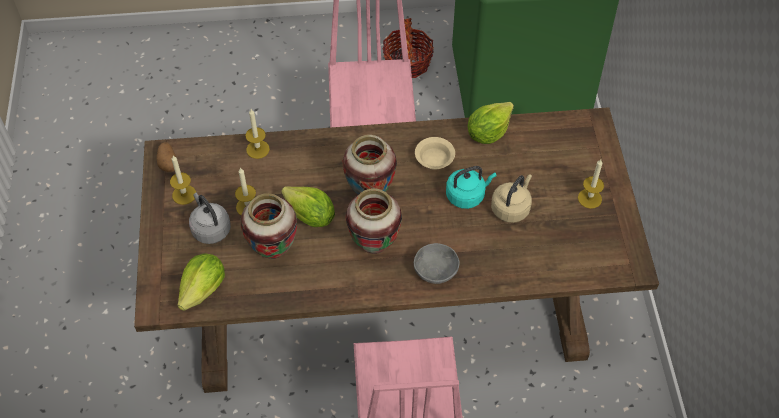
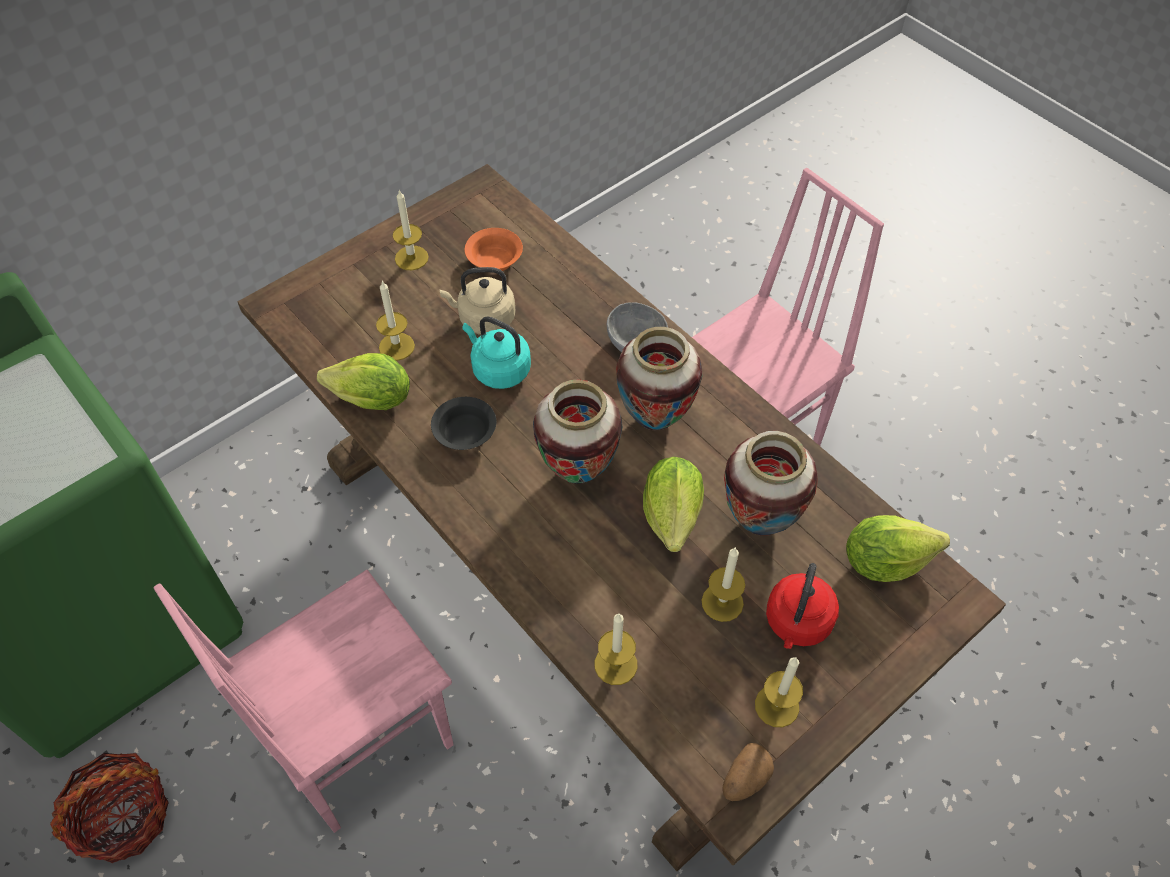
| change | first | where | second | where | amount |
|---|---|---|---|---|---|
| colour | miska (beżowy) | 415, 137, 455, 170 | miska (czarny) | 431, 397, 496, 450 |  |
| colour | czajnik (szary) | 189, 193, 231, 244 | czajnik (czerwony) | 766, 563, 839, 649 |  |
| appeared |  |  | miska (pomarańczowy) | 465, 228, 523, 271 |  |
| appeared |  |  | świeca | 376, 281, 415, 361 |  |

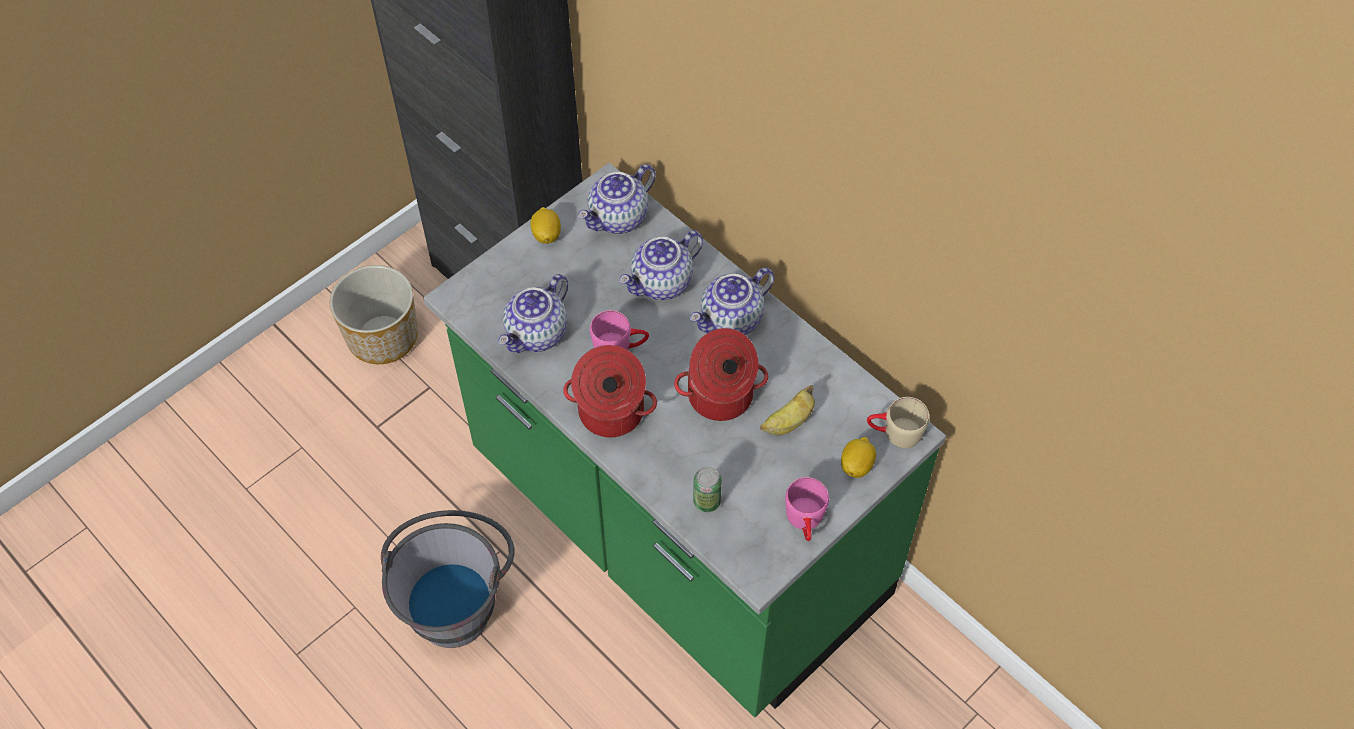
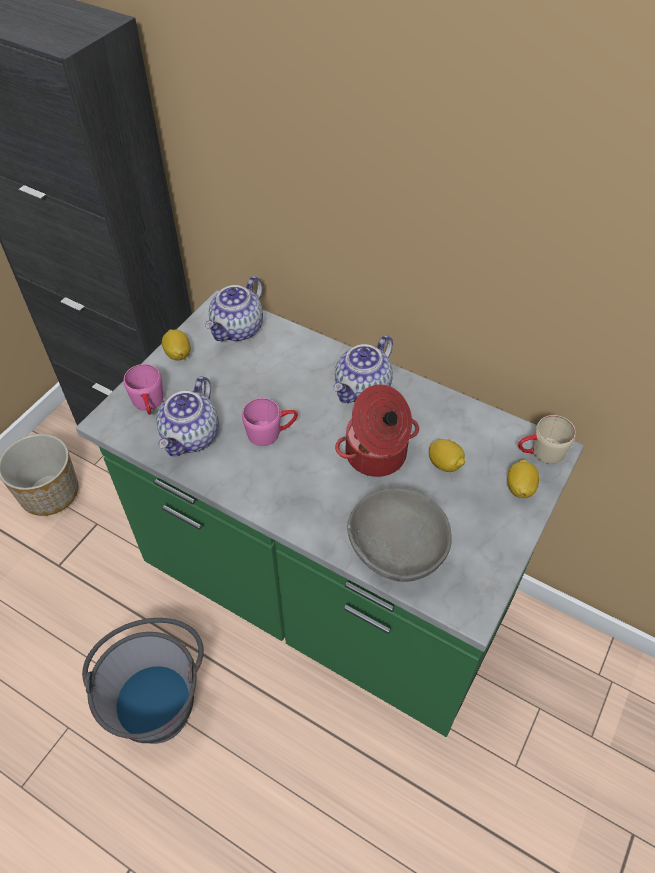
| change | first | where | second | where | amount |
|---|---|---|---|---|---|
| missing | imbryk | 619, 230, 703, 300 |  |  |  |
| missing | garnek | 563, 345, 657, 438 |  |  |  |
| exchanged | banan | 760, 385, 815, 435 | cytryna | 429, 439, 465, 472 |  |
| exchanged | puszka | 693, 467, 722, 512 | miska (szary) | 347, 488, 452, 582 |  |
| relocated | kubek (różowy) | 785, 477, 829, 541 |  | 124, 364, 163, 415 |  |

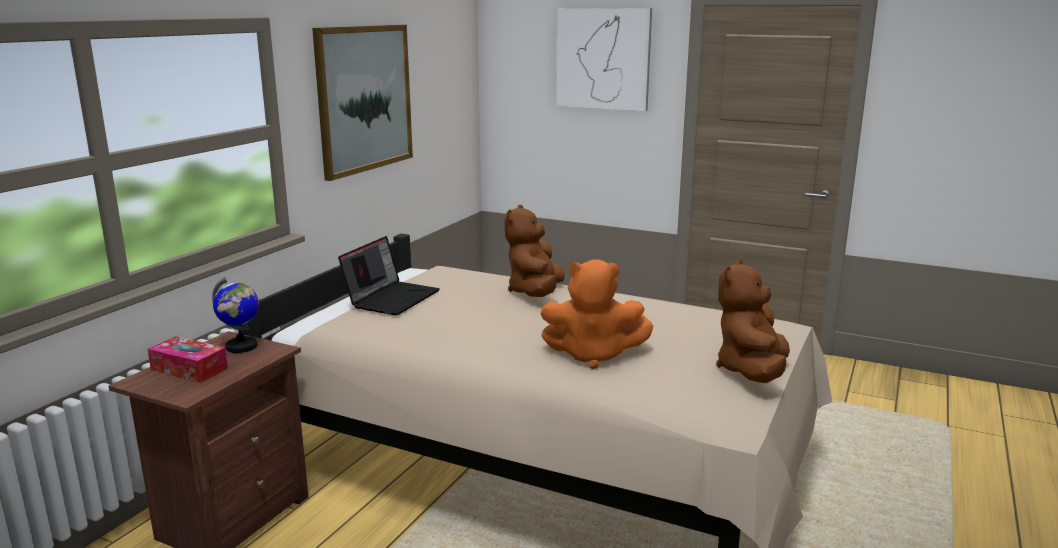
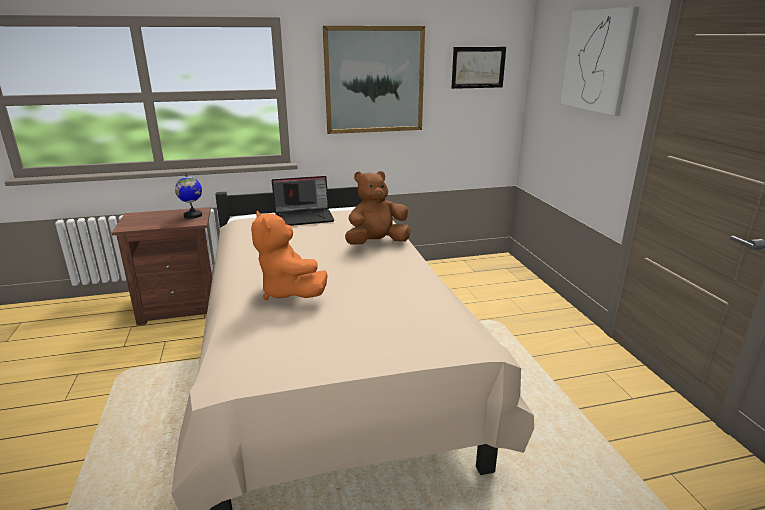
| change | first | where | second | where | amount |
|---|---|---|---|---|---|
| missing | pluszak (brązowy) | 716, 259, 790, 383 |  |  |  |
| missing | pudełko chusteczek | 147, 336, 228, 383 |  |  |  |
| appeared |  |  | obraz | 451, 47, 506, 89 |  |

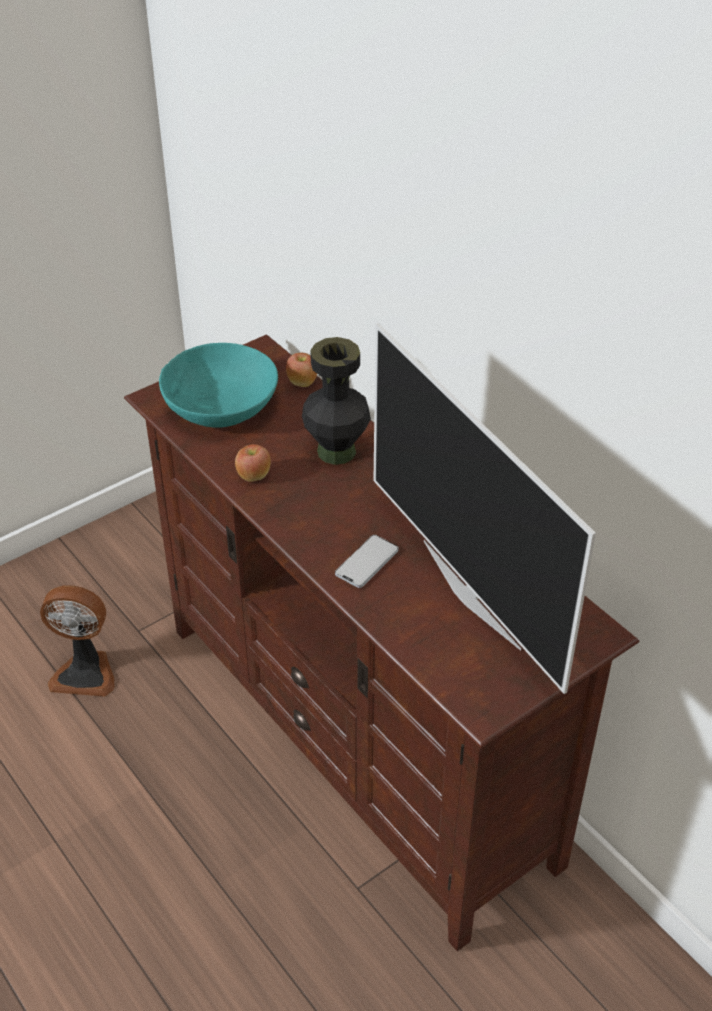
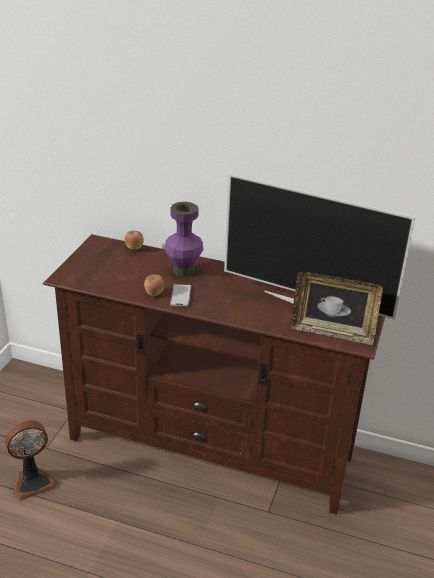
| change | first | where | second | where | amount |
|---|---|---|---|---|---|
| colour | wazon (czarny) | 302, 337, 371, 465 | wazon (fioletowy) | 165, 202, 204, 277 |  |
| missing | miska (turkusowy) | 159, 343, 278, 428 |  |  |  |
| relocated | telefon | 335, 535, 399, 588 |  | 170, 284, 191, 307 |  |
| appeared |  |  | ramka na zdjęcie | 291, 272, 383, 345 |  |

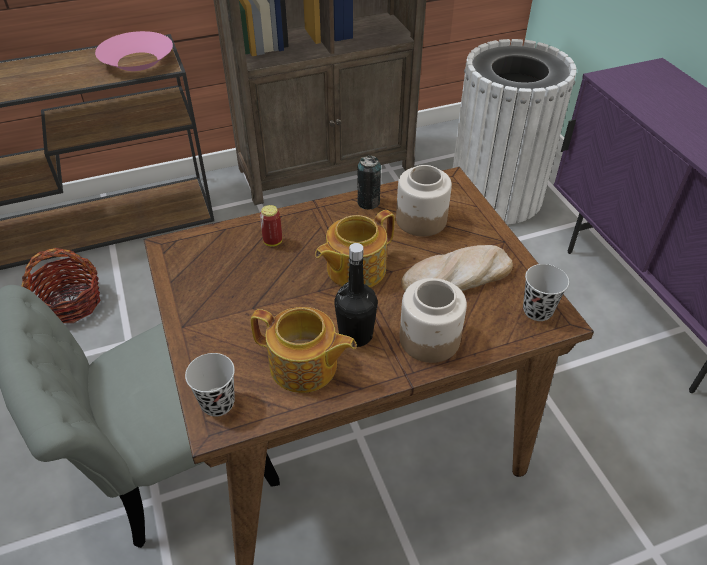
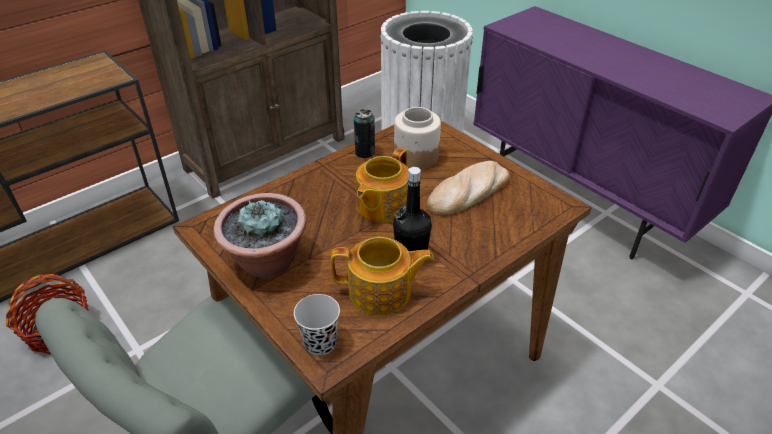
| change | first | where | second | where | amount |
|---|---|---|---|---|---|
| missing | miska (różowy) | 95, 31, 173, 71 |  |  |  |
| missing | puszka | 260, 205, 282, 246 |  |  |  |
| missing | filiżanka (czarny) | 523, 264, 569, 321 |  |  |  |
| missing | słoik | 399, 278, 467, 363 |  |  |  |
| appeared |  |  | roślina doniczkowa | 214, 193, 306, 278 |  |

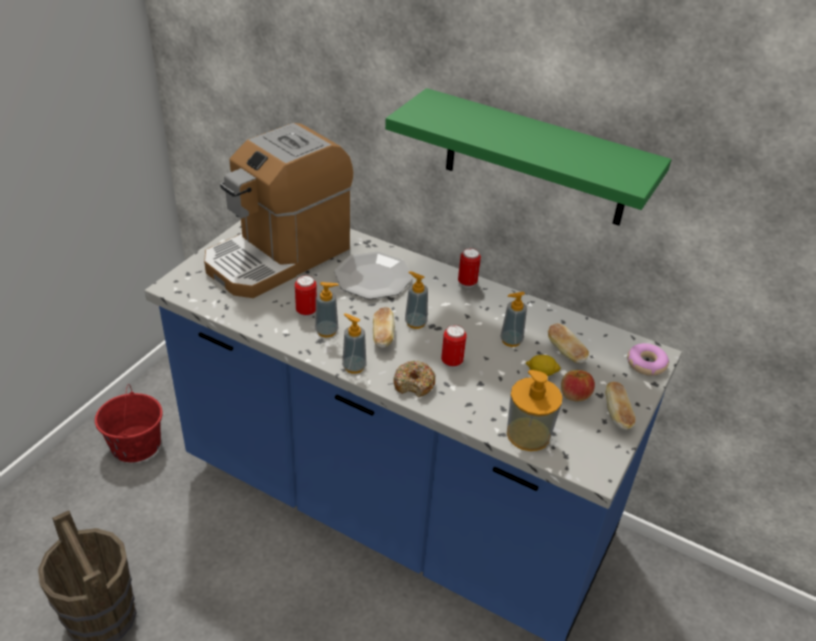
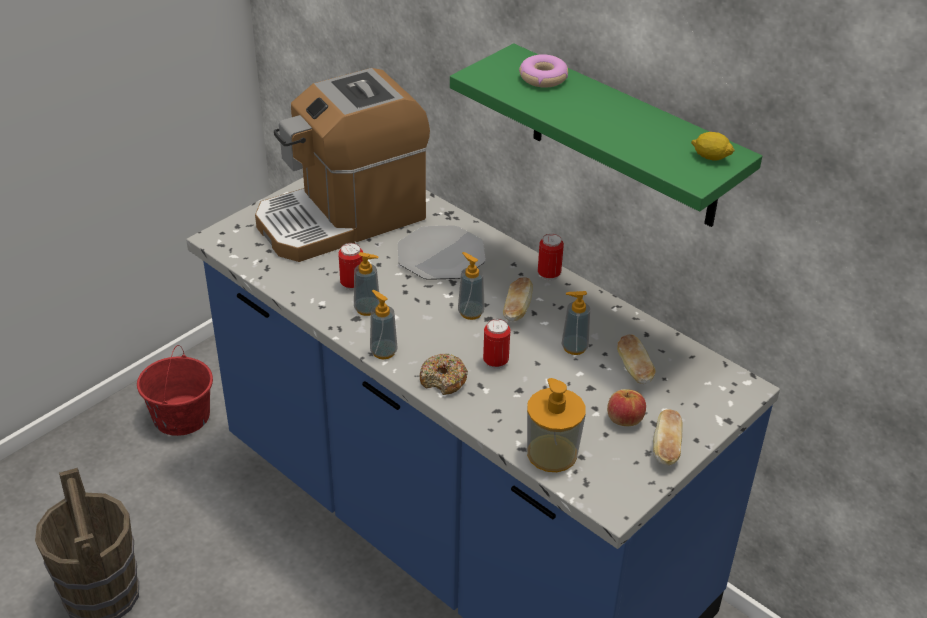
| change | first | where | second | where | amount |
|---|---|---|---|---|---|
| relocated | chleb | 373, 307, 395, 348 |  | 503, 277, 533, 321 |  |
| relocated | donut | 627, 343, 669, 376 |  | 519, 54, 568, 88 |  |
| relocated | cytryna | 526, 355, 561, 376 |  | 691, 132, 735, 161 |  |

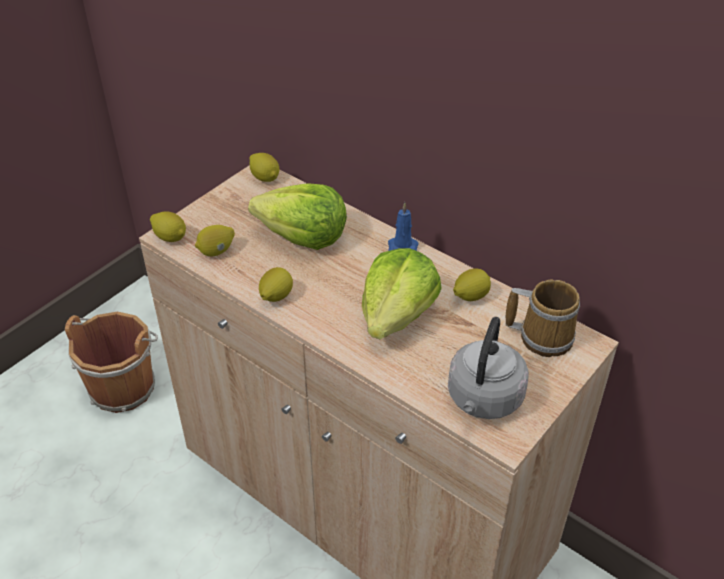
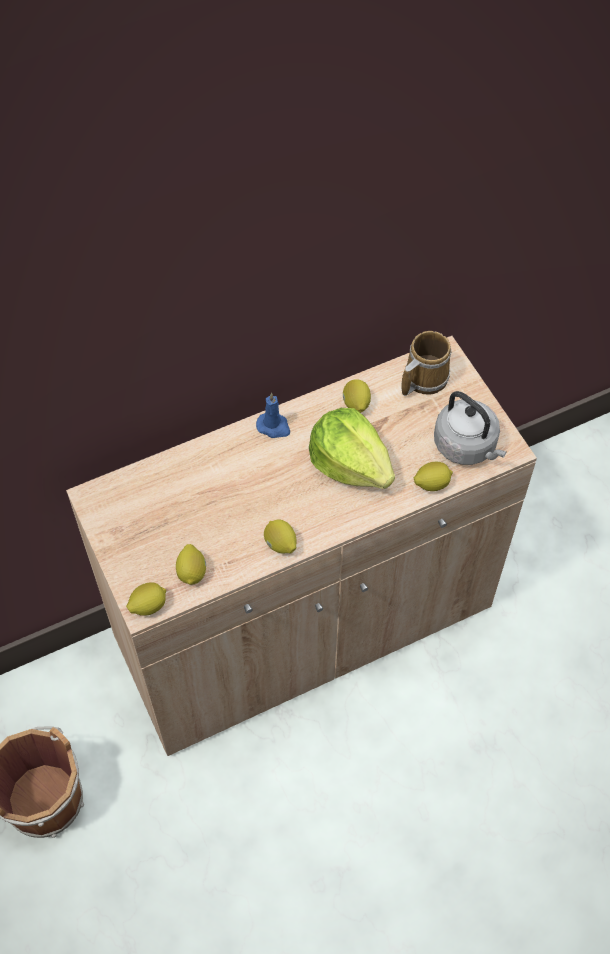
| change | first | where | second | where | amount |
|---|---|---|---|---|---|
| relocated | cytryna | 249, 153, 279, 182 |  | 413, 462, 453, 491 |  |
| missing | sałata | 248, 183, 347, 250 |  |  |  |

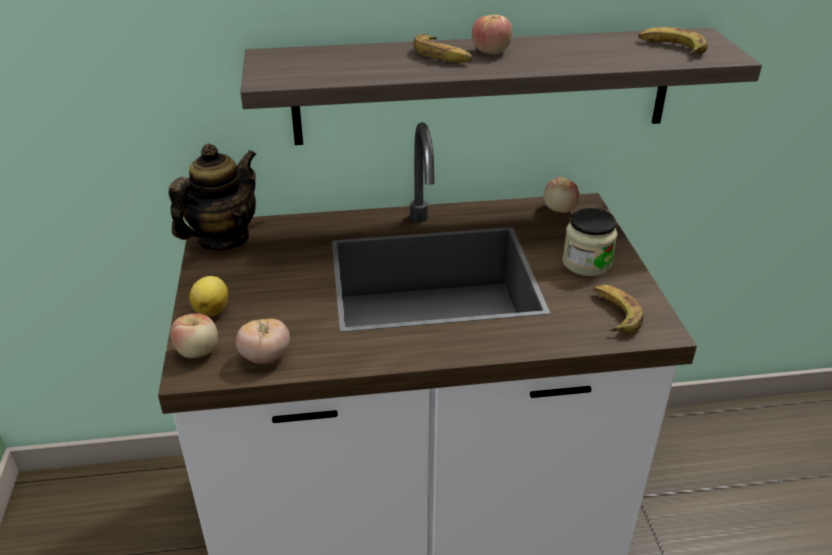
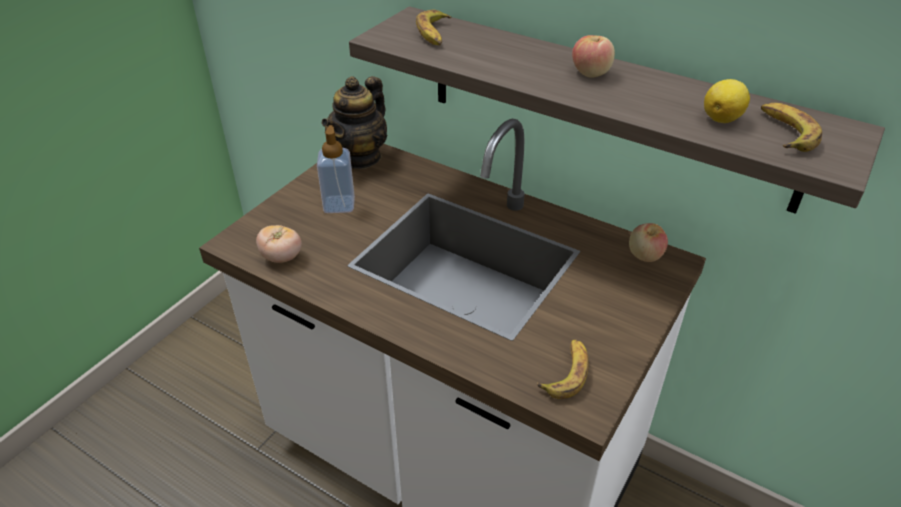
| change | first | where | second | where | amount |
|---|---|---|---|---|---|
| relocated | banan | 413, 34, 472, 63 |  | 416, 10, 452, 45 |  |
| spun | imbryk | 169, 144, 257, 251 |  | 322, 76, 387, 169 | 135 degrees clockwise |
| missing | słoik | 563, 208, 617, 277 |  |  |  |
| relocated | cytryna | 189, 276, 228, 317 |  | 704, 79, 750, 123 |  |
| missing | jabłko | 170, 313, 218, 358 |  |  |  |
| appeared |  |  | dozownik mydła | 317, 125, 355, 213 |  |

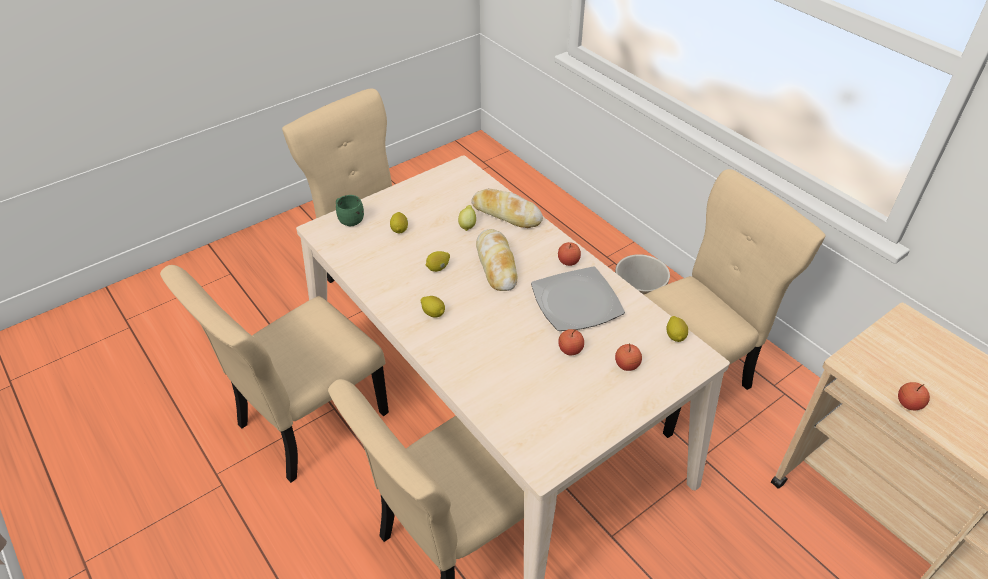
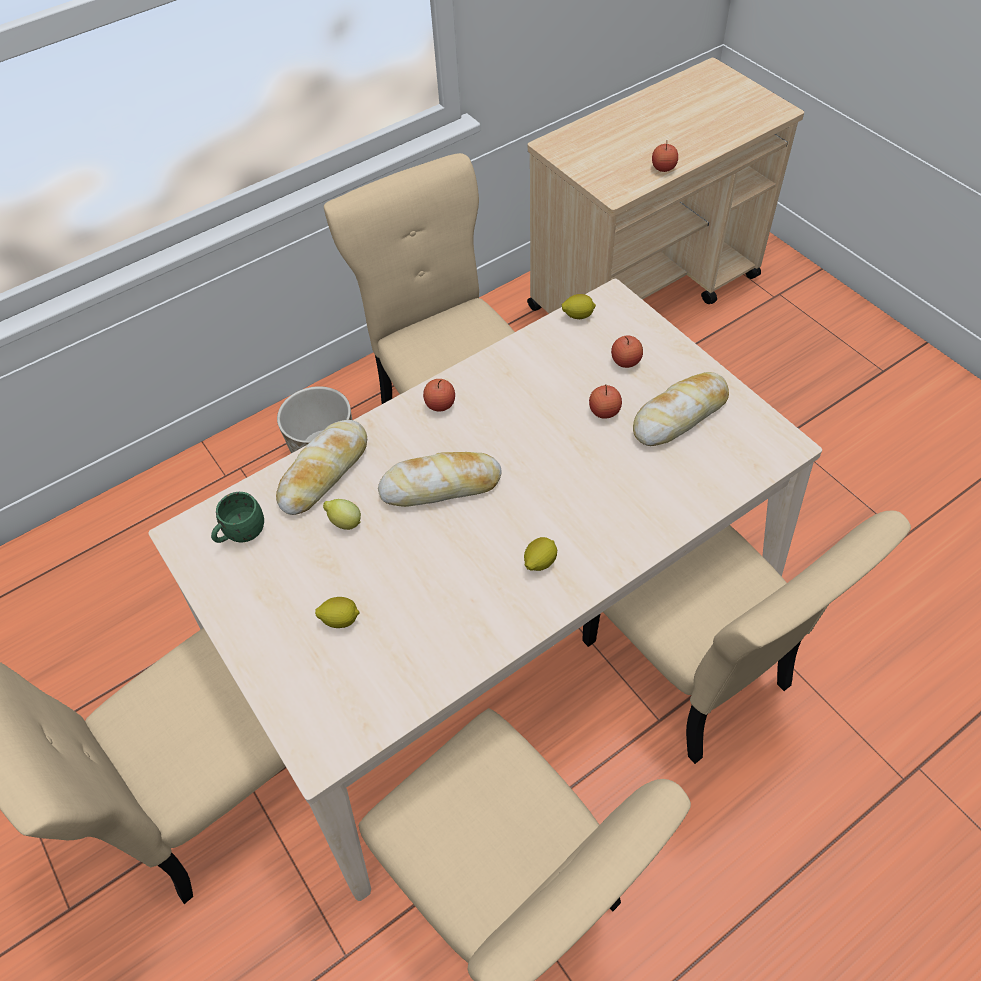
| change | first | where | second | where | amount |
|---|---|---|---|---|---|
| relocated | kubek (zielony) | 336, 195, 364, 226 |  | 211, 492, 264, 543 |  |
| missing | cytryna | 426, 251, 450, 272 |  |  |  |
| missing | talerz | 531, 266, 625, 331 |  |  |  |
| appeared |  |  | chleb | 633, 372, 729, 446 |  |

